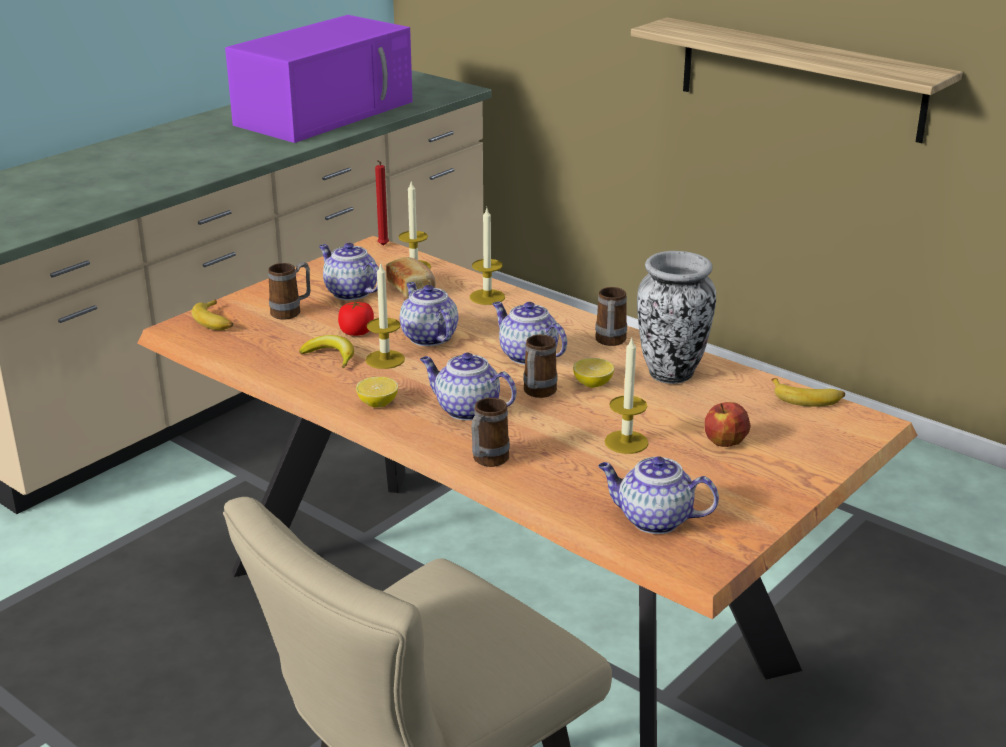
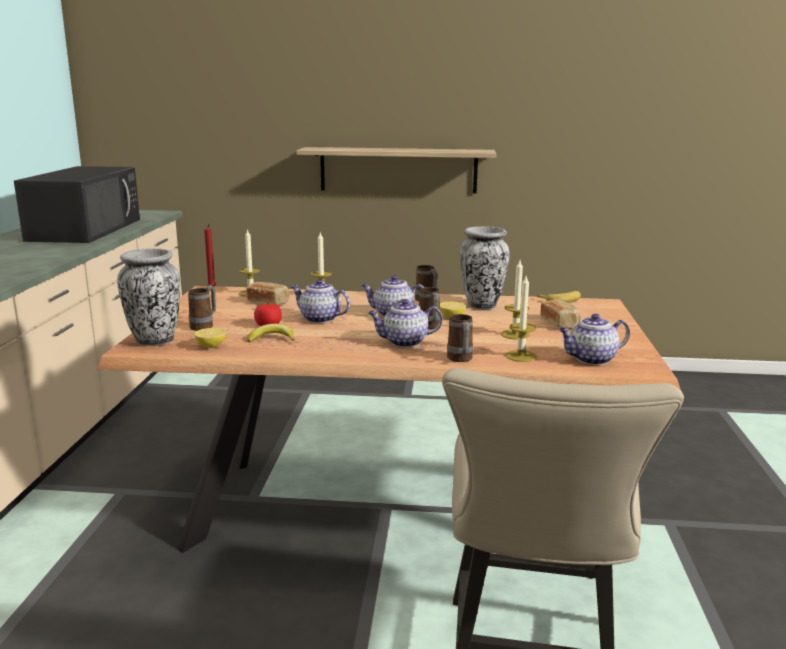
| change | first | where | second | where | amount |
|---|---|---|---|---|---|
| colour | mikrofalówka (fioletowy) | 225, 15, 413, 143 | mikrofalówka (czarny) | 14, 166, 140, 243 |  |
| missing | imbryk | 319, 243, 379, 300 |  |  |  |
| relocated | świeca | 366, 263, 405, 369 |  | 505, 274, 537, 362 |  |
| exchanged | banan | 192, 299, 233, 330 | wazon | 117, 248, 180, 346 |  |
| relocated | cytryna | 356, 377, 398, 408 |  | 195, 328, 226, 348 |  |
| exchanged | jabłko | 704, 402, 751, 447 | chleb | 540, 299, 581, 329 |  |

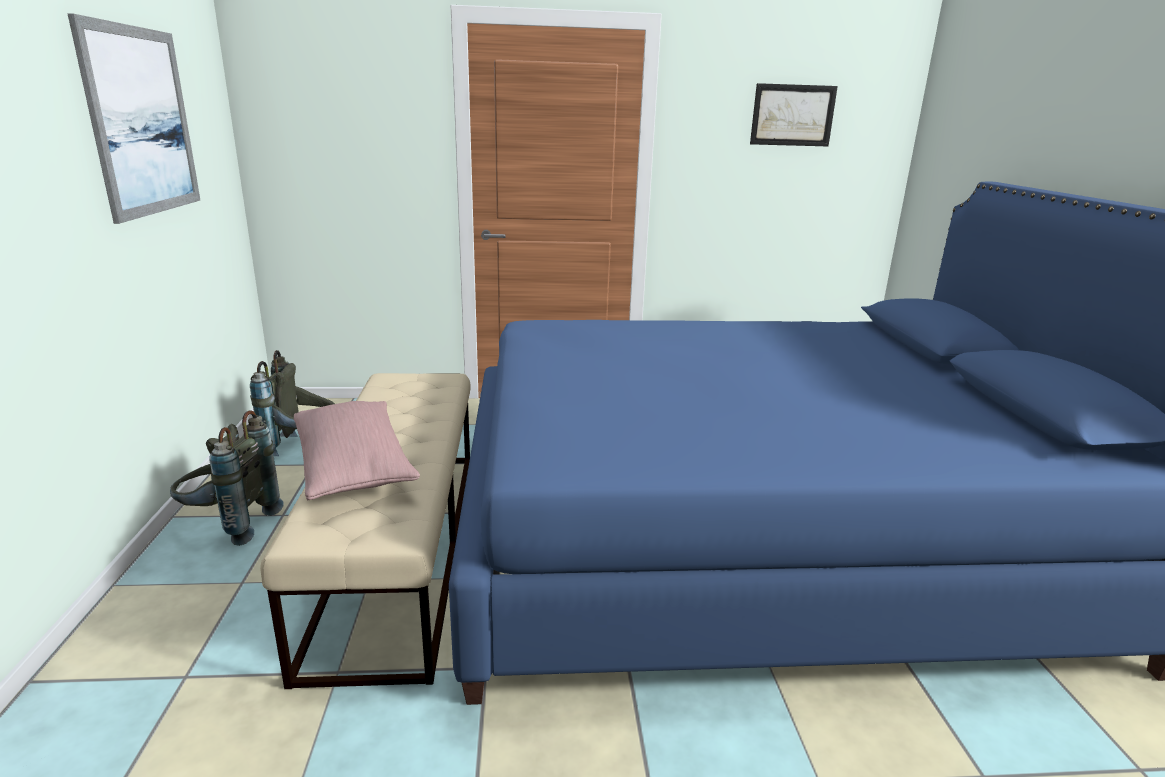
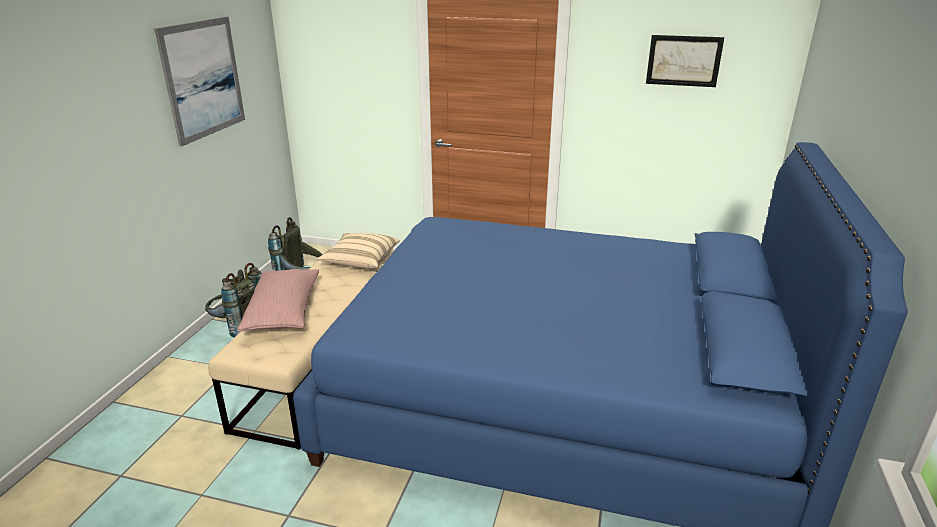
| change | first | where | second | where | amount |
|---|---|---|---|---|---|
| appeared |  |  | poduszka (beżowy) | 317, 233, 399, 269 |  |

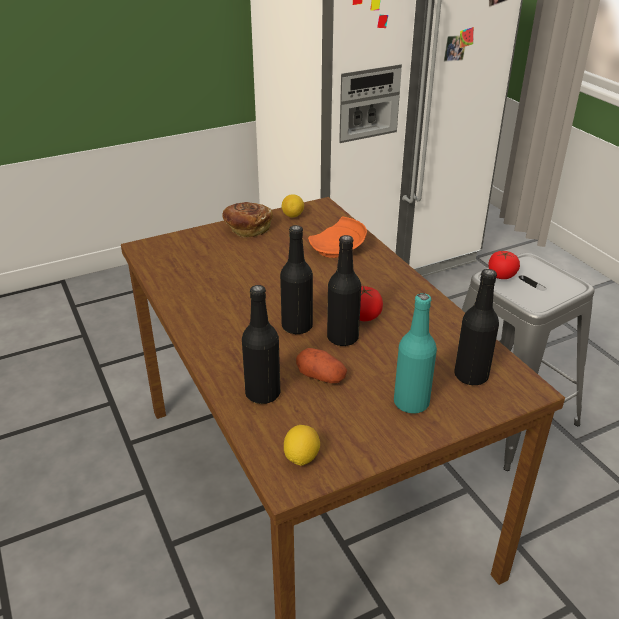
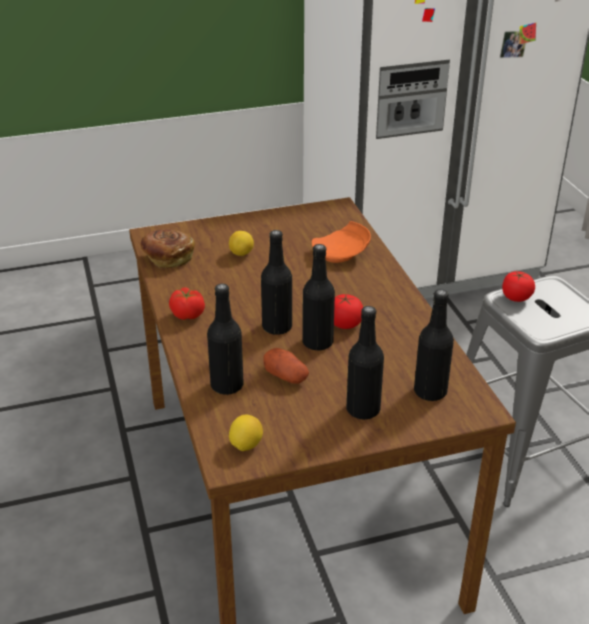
| change | first | where | second | where | amount |
|---|---|---|---|---|---|
| relocated | cytryna | 282, 195, 304, 217 |  | 229, 231, 254, 256 |  |
| relocated | chleb | 222, 202, 273, 238 |  | 140, 229, 195, 269 |  |
| colour | butelka (turkusowy) | 394, 293, 437, 414 | butelka (czarny) | 346, 306, 384, 419 |  |
| appeared |  |  | pomidor | 169, 288, 205, 320 |  |

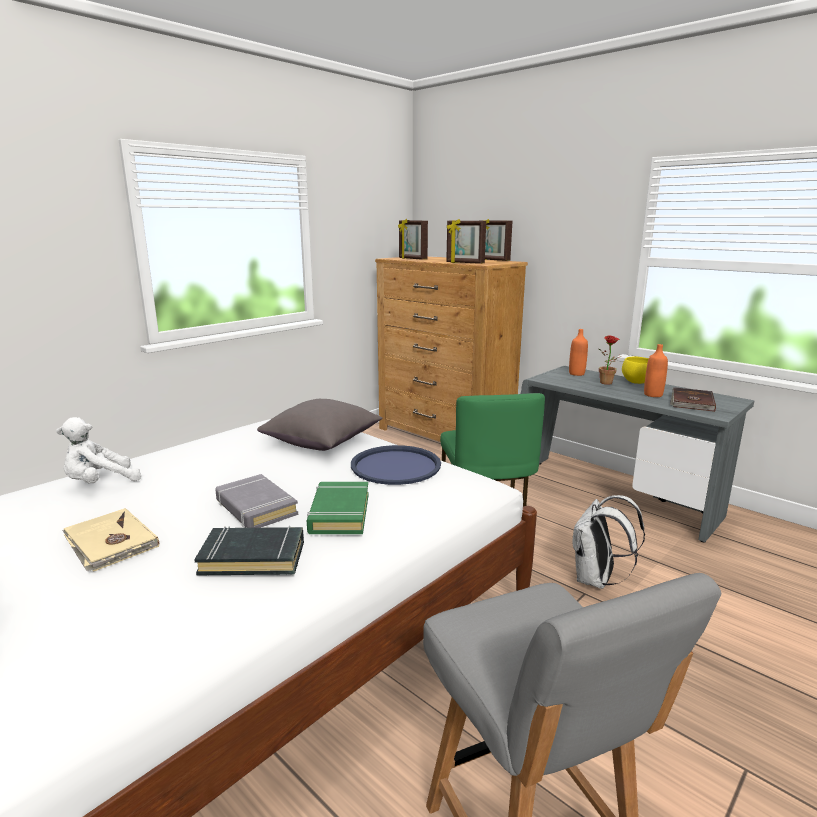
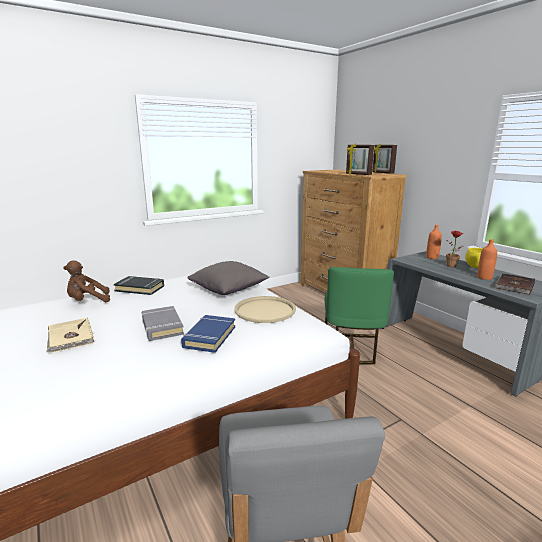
| change | first | where | second | where | amount |
|---|---|---|---|---|---|
| missing | ramka na zdjęcie | 398, 219, 428, 260 |  |  |  |
| colour | pluszak (biały) | 56, 417, 141, 484 | pluszak (brązowy) | 63, 260, 110, 302 |  |
| colour | taca (niebieski) | 351, 445, 441, 485 | taca (beżowy) | 234, 296, 296, 323 |  |
| colour | książka (zielony) | 307, 482, 369, 534 | książka (niebieski) | 181, 315, 235, 353 |  |
| missing | plecak (biały) | 572, 495, 645, 589 |  |  |  |
| relocated | książka (czarny) | 194, 526, 304, 576 |  | 114, 276, 164, 295 |  |

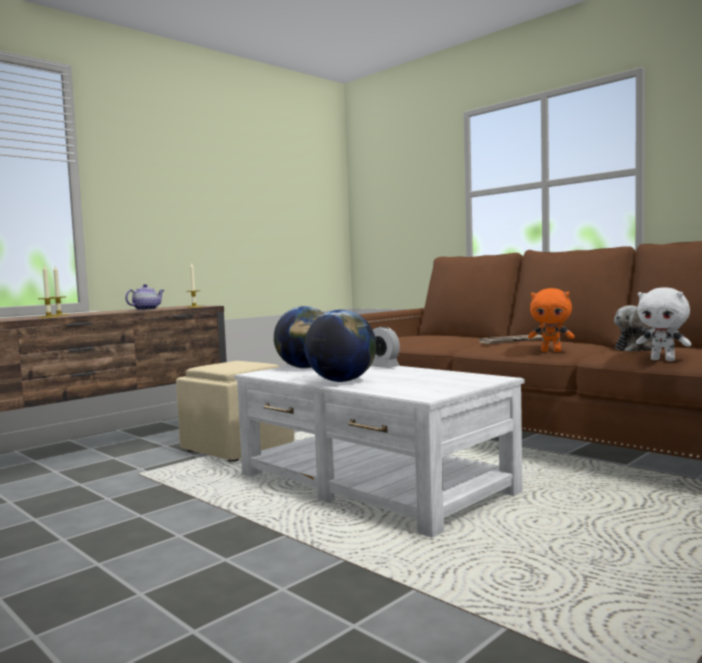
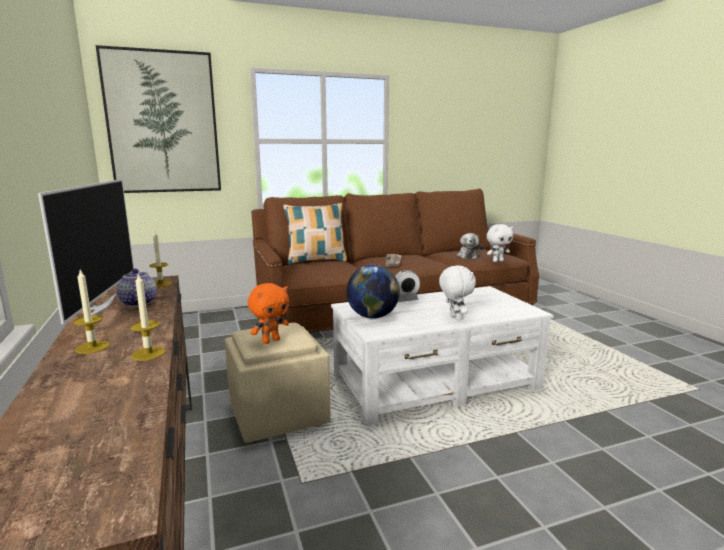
| change | first | where | second | where | amount |
|---|---|---|---|---|---|
| relocated | pluszak (pomarańczowy) | 528, 288, 575, 352 |  | 248, 283, 289, 344 |  |
| exchanged | globus | 305, 310, 376, 382 | pluszak (biały) | 439, 265, 476, 320 |  |
| appeared |  |  | obraz | 96, 45, 221, 193 |  |
| appeared |  |  | telewizor | 38, 179, 134, 324 |  |
| appeared |  |  | poduszka | 283, 203, 347, 265 |  |

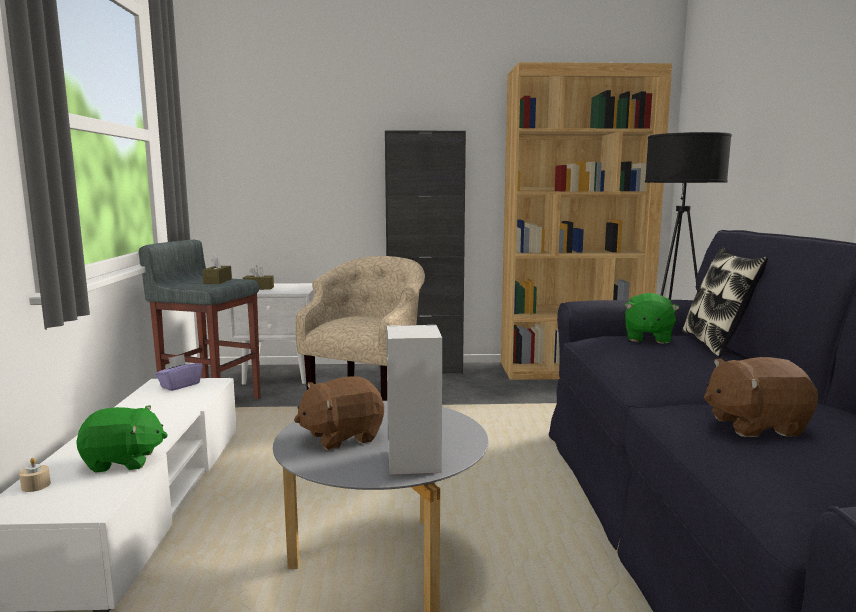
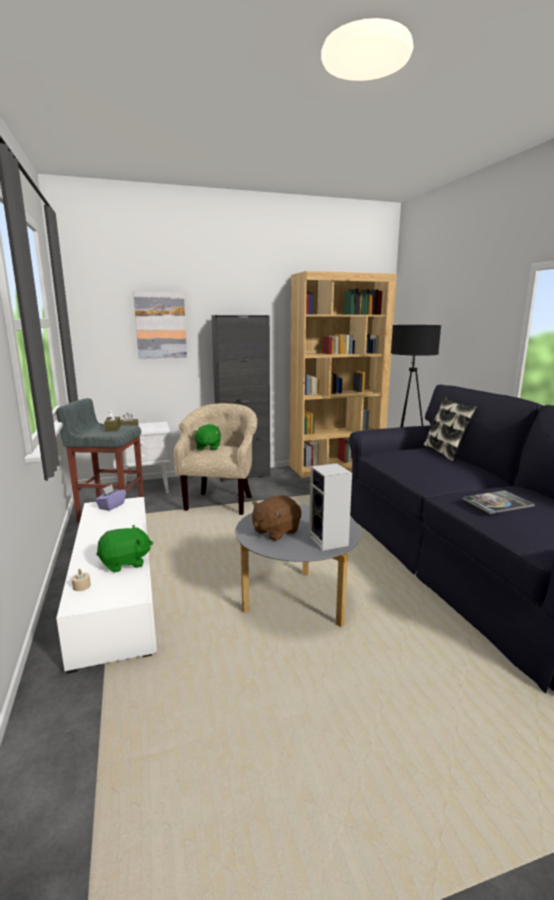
| change | first | where | second | where | amount |
|---|---|---|---|---|---|
| relocated | pluszak (zielony) | 624, 293, 680, 344 |  | 193, 424, 221, 450 |  |
| exchanged | pluszak (brązowy) | 704, 357, 818, 437 | książka | 462, 490, 535, 514 |  |
| appeared |  |  | obraz | 133, 291, 187, 359 |  |

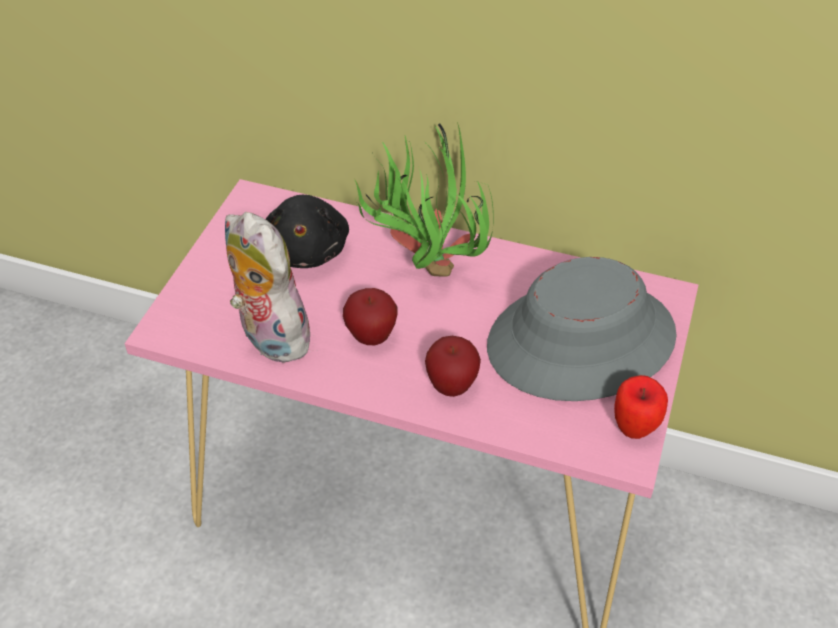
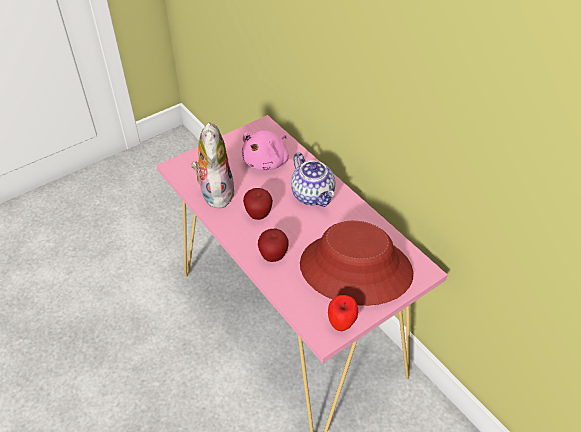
| change | first | where | second | where | amount |
|---|---|---|---|---|---|
| exchanged | roślina doniczkowa | 354, 122, 494, 277 | imbryk | 291, 153, 335, 207 |  |
| colour | pluszak (czarny) | 266, 195, 349, 268 | pluszak (różowy) | 242, 130, 289, 170 |  |
| colour | kapelusz (szary) | 487, 257, 677, 401 | kapelusz (czerwony) | 300, 221, 413, 306 |  |

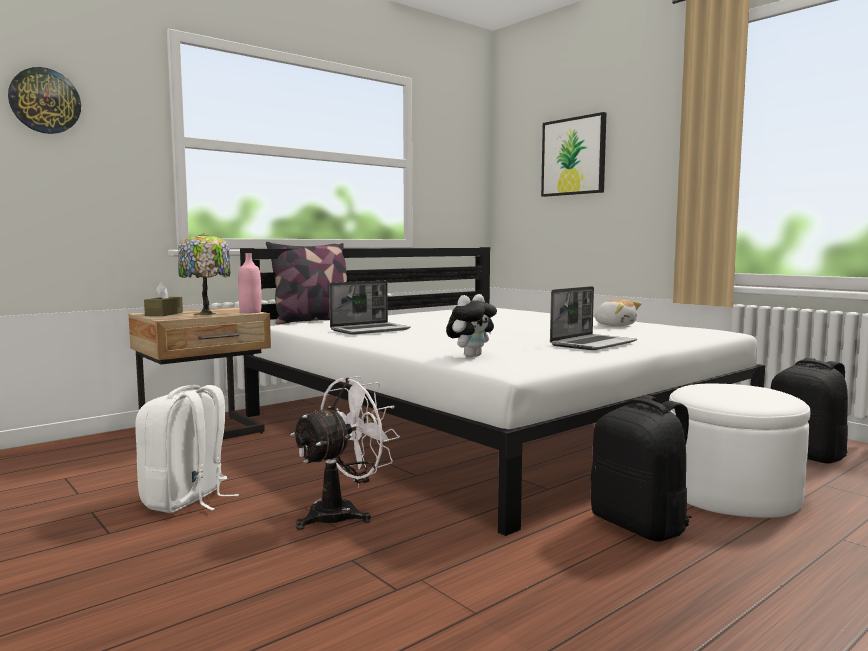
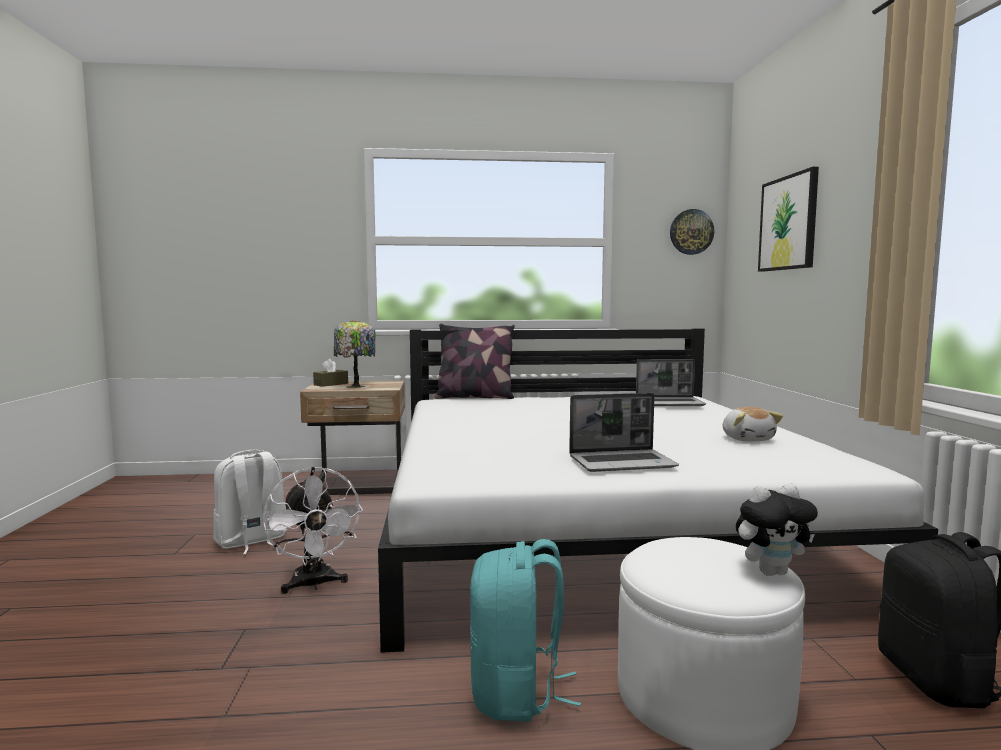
| change | first | where | second | where | amount |
|---|---|---|---|---|---|
| relocated | zegar ścienny | 8, 67, 81, 134 |  | 670, 209, 714, 255 |  |
| missing | butelka (różowy) | 238, 253, 262, 313 |  |  |  |
| relocated | laptop | 329, 281, 411, 335 |  | 636, 359, 706, 406 |  |
| relocated | pluszak | 446, 294, 497, 357 |  | 736, 484, 818, 576 |  |
| spun | wentylator (biały) | 290, 376, 400, 530 |  | 263, 467, 363, 594 | 75 degrees clockwise |
| colour | plecak (czarny) | 590, 395, 692, 542 | plecak (turkusowy) | 470, 539, 581, 722 |  |

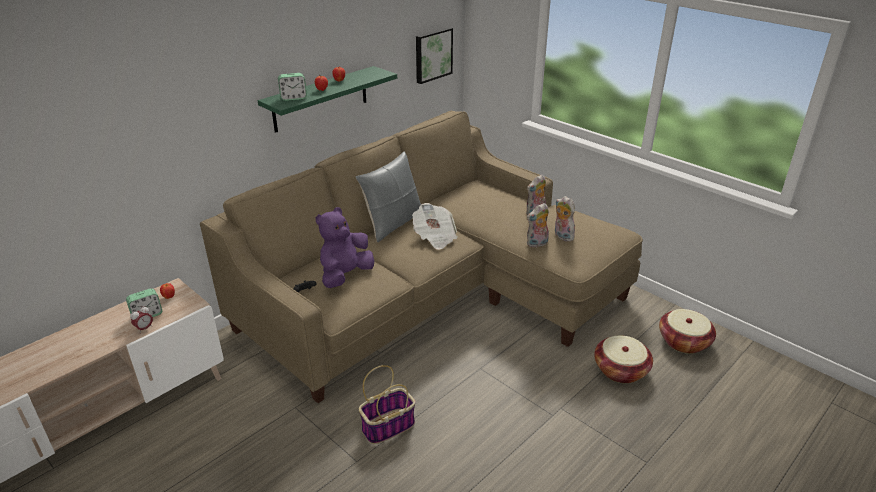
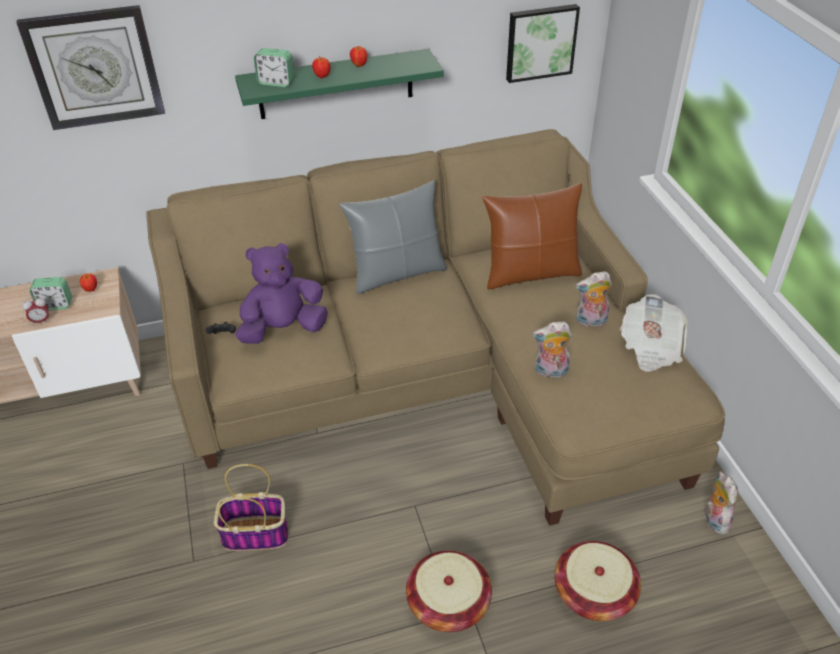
| change | first | where | second | where | amount |
|---|---|---|---|---|---|
| relocated | pluszak | 554, 196, 575, 241 |  | 705, 471, 738, 534 |  |
| relocated | gazeta | 412, 203, 458, 250 |  | 620, 294, 688, 372 |  |
| relocated | koszyk | 659, 309, 716, 354 |  | 406, 551, 492, 632 |  |
| appeared |  |  | zegar ścienny | 16, 5, 165, 130 |  |
| appeared |  |  | poduszka (brązowy) | 482, 183, 582, 289 |  |

